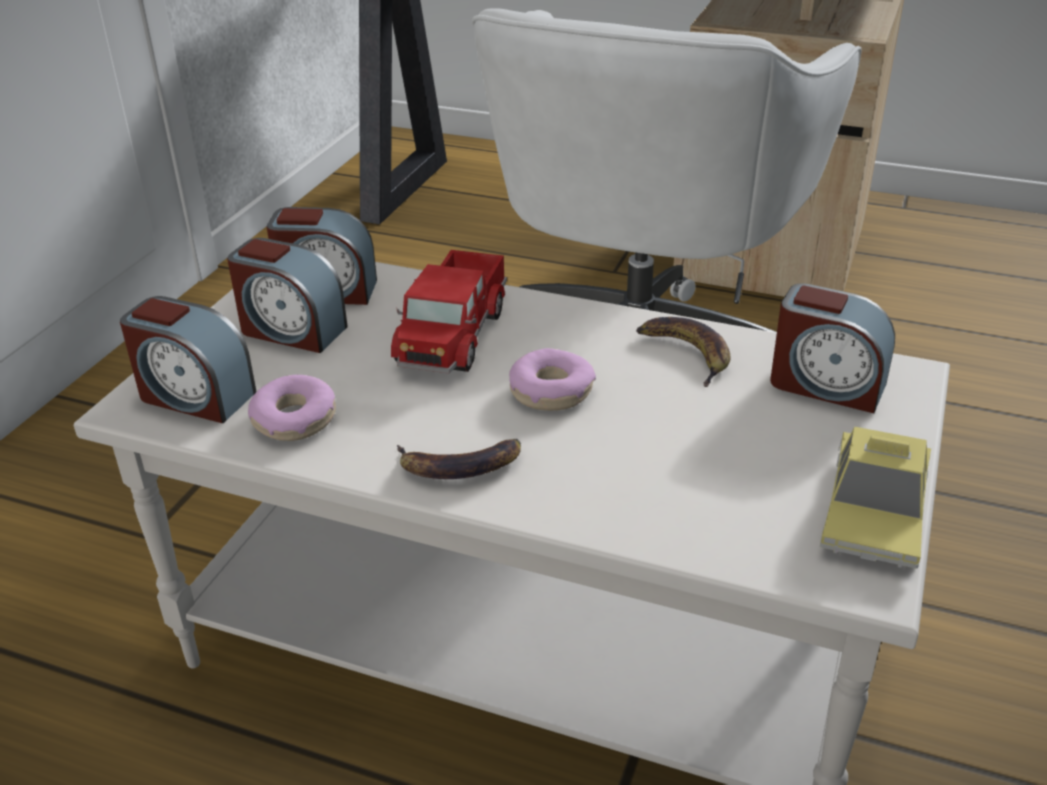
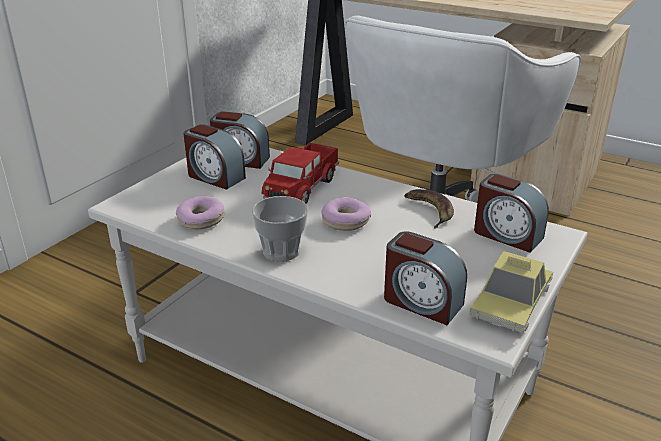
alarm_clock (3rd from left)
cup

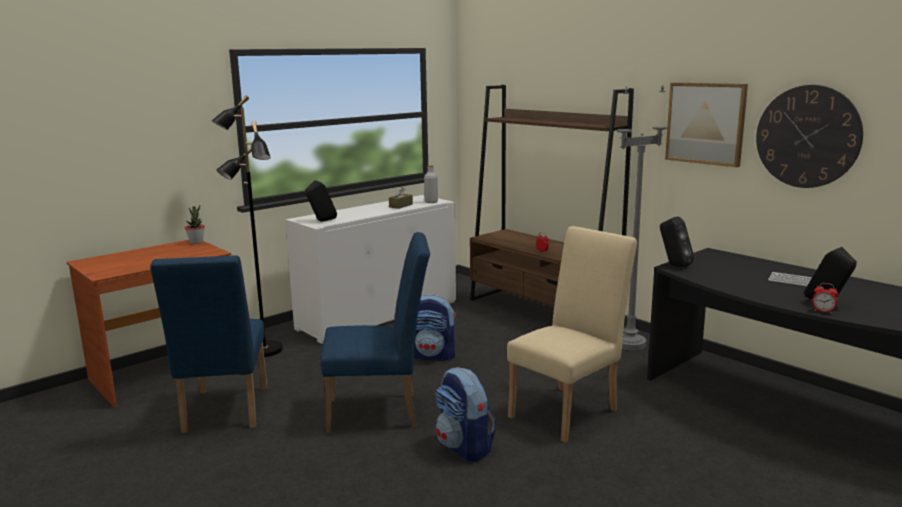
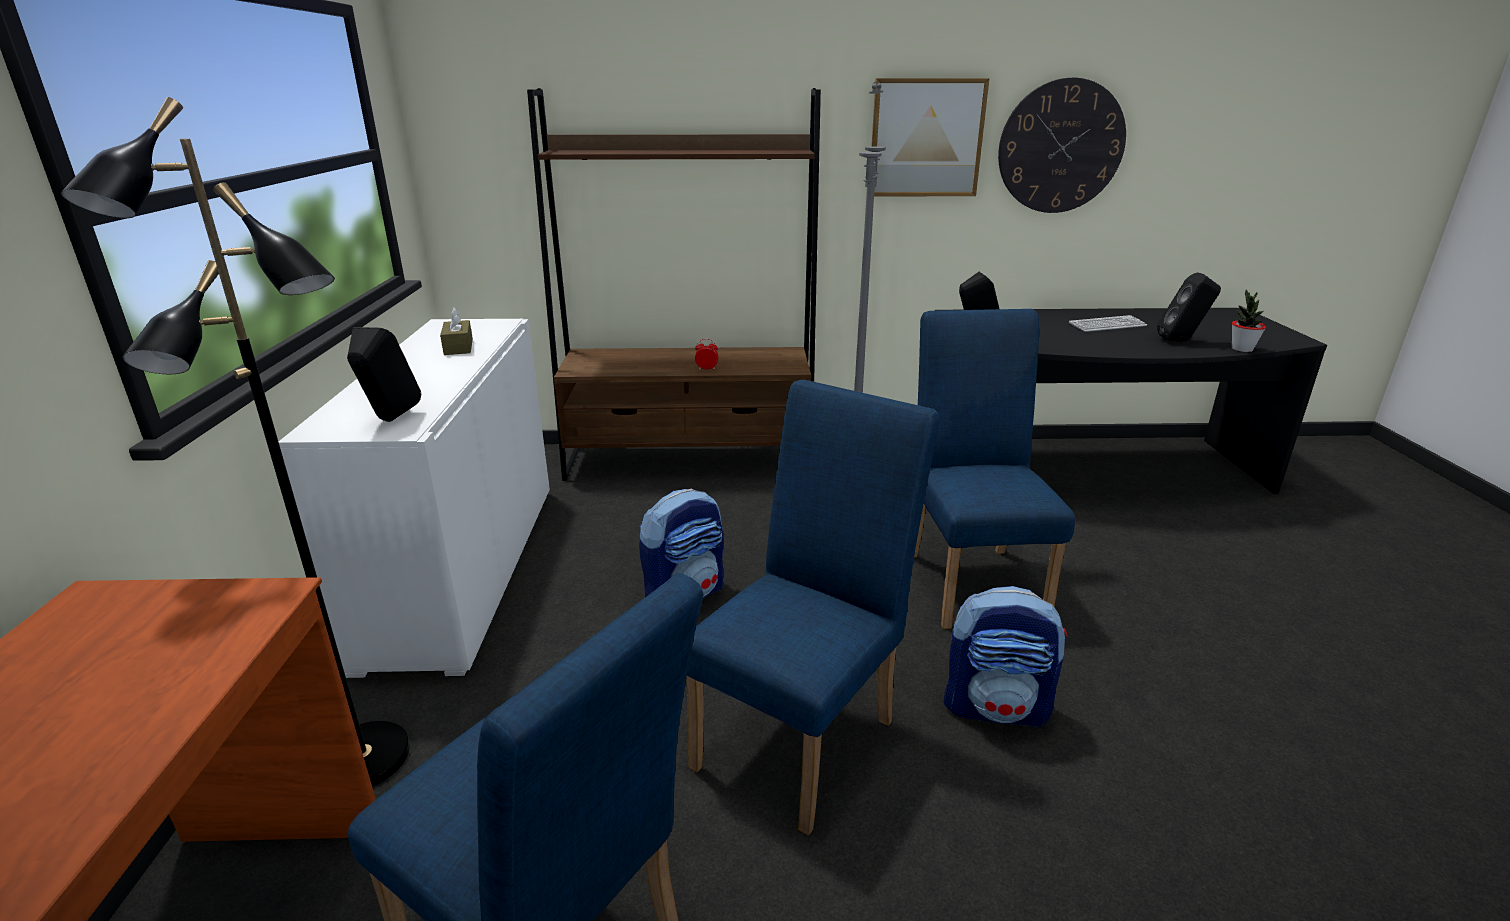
grey_bottle
alarm_clock (2nd from left in the first image)
potted_plant
blue_chair (3rd from left)

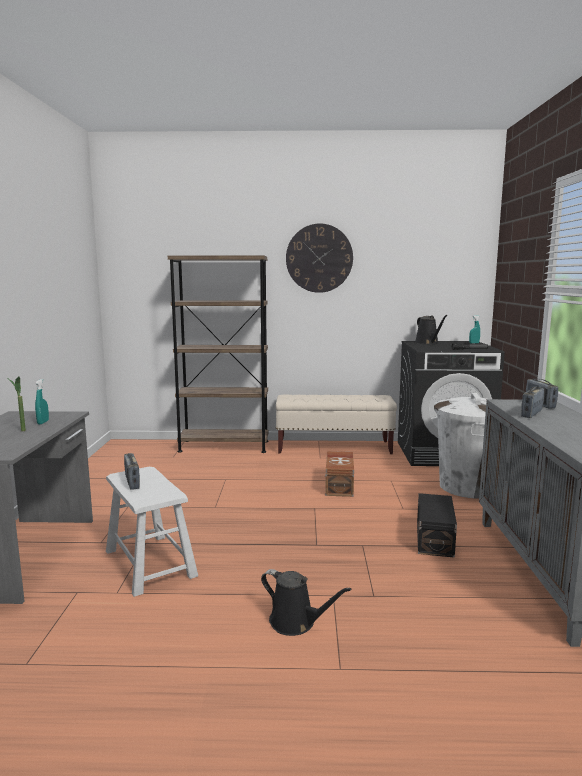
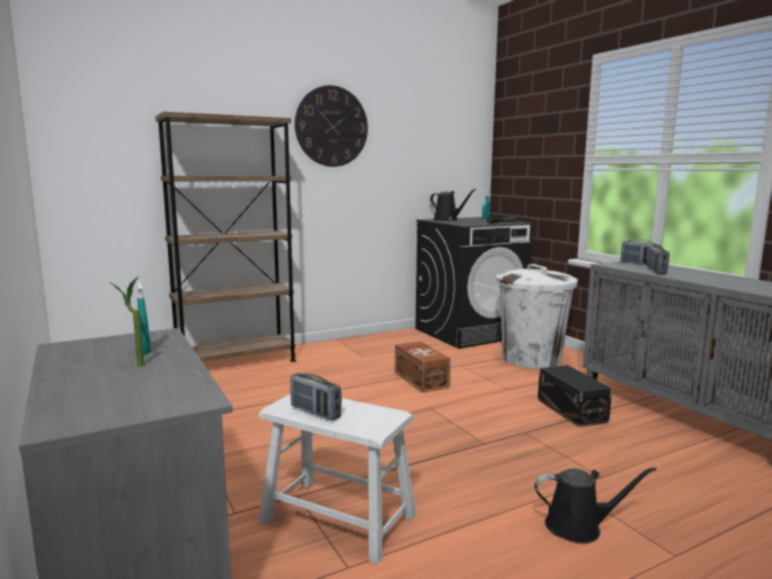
beige_bench

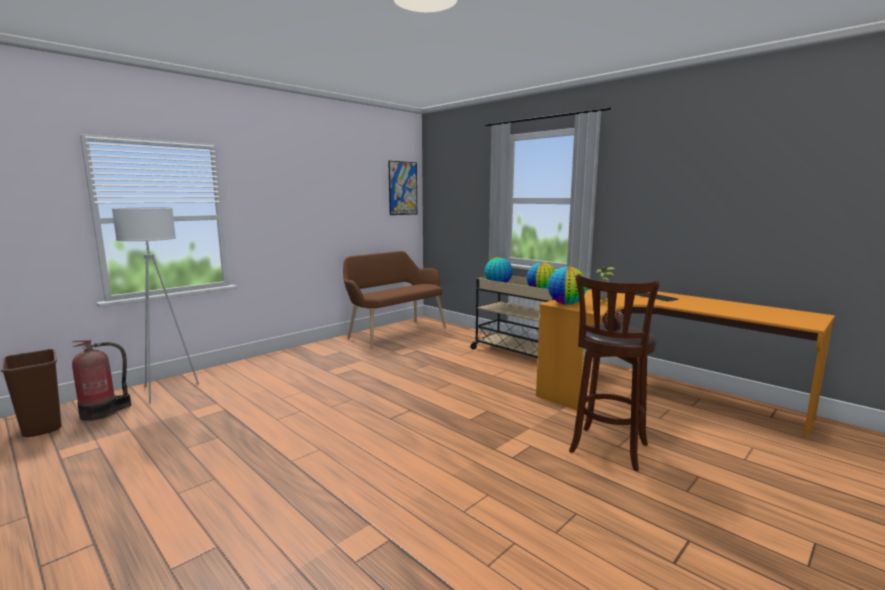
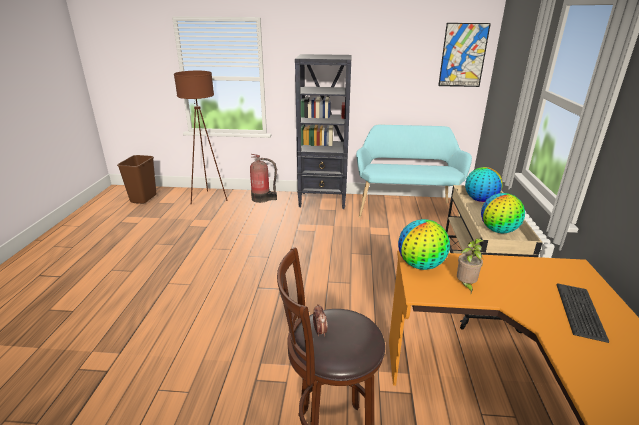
black_bookcase
fire_extinguisher
brown_floor_lamp
turquoise_bench

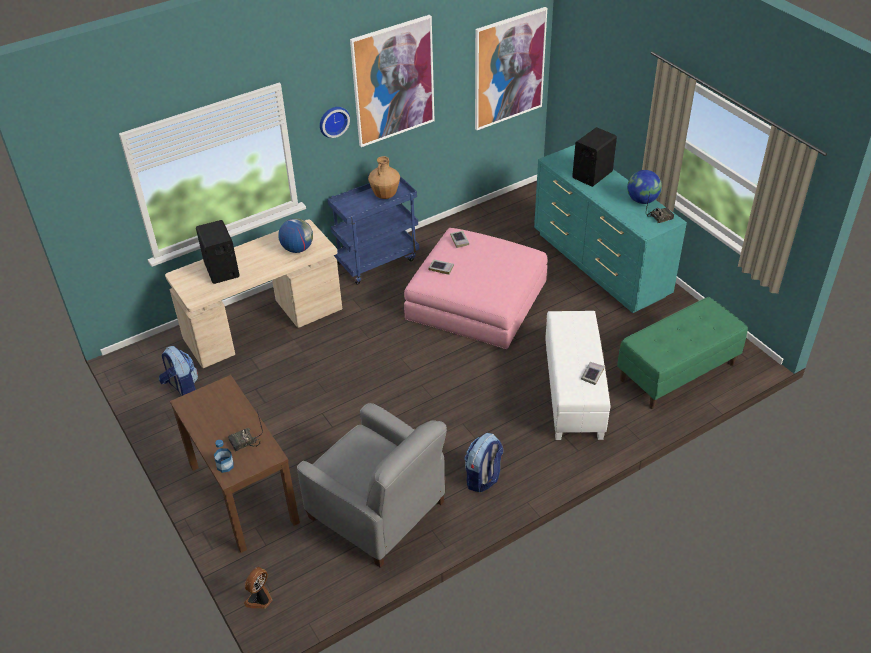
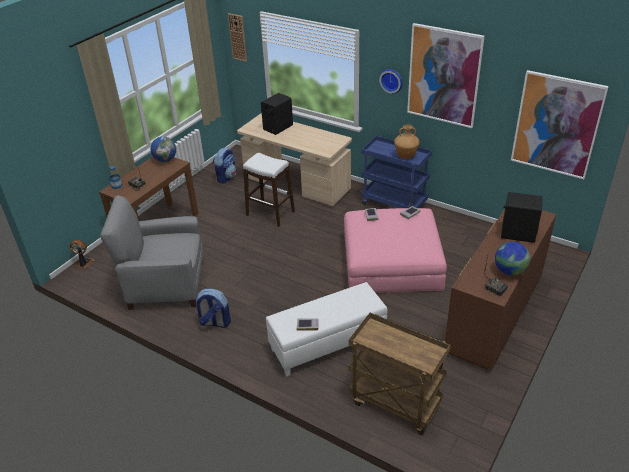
wall_clock (1st from left)
white_stool
globe (1st from left)
brown_cart
brown_dresser
grey_armchair

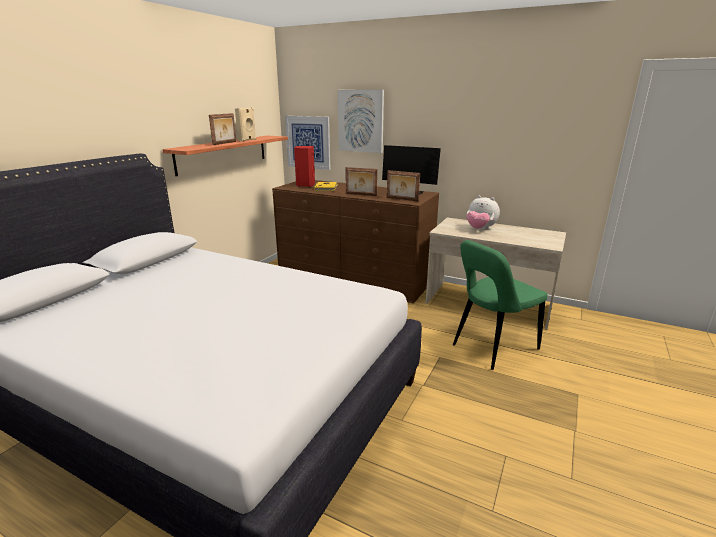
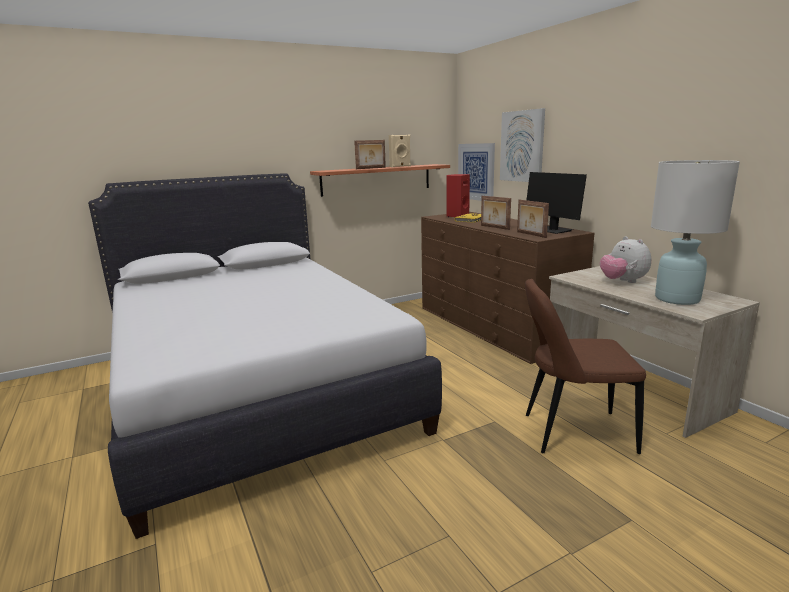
white_table_lamp
brown_chair

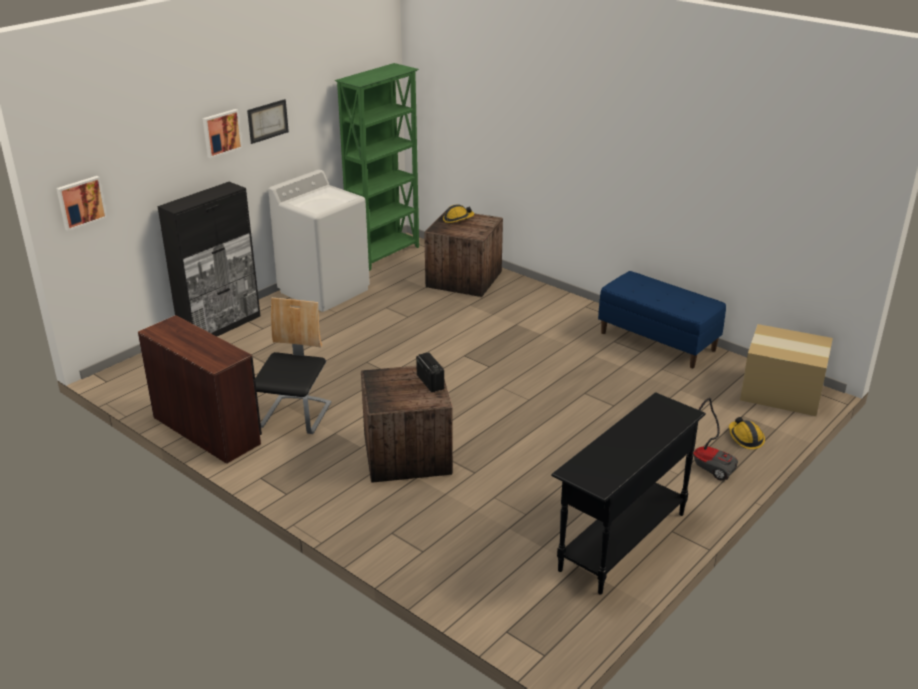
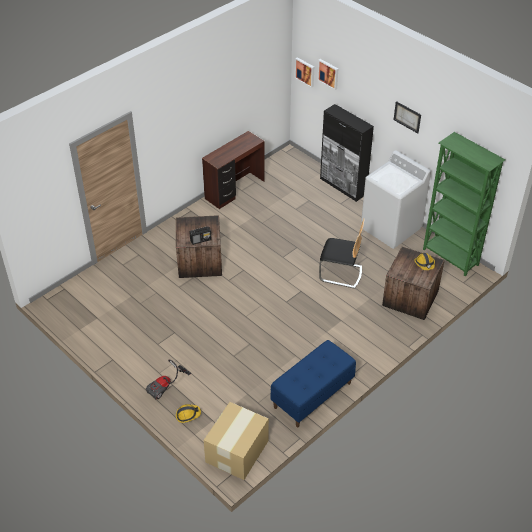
black_console_table
picture (2nd from left)
chair

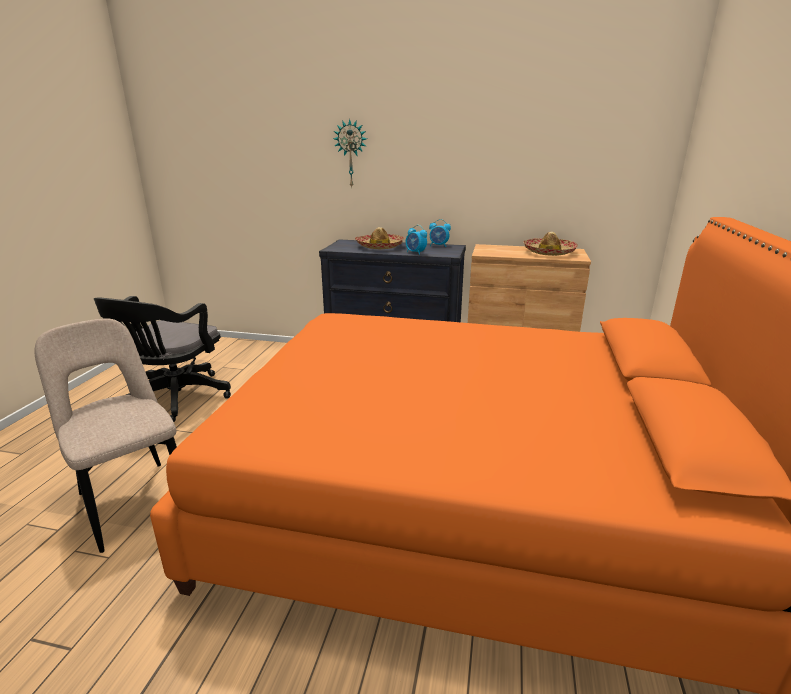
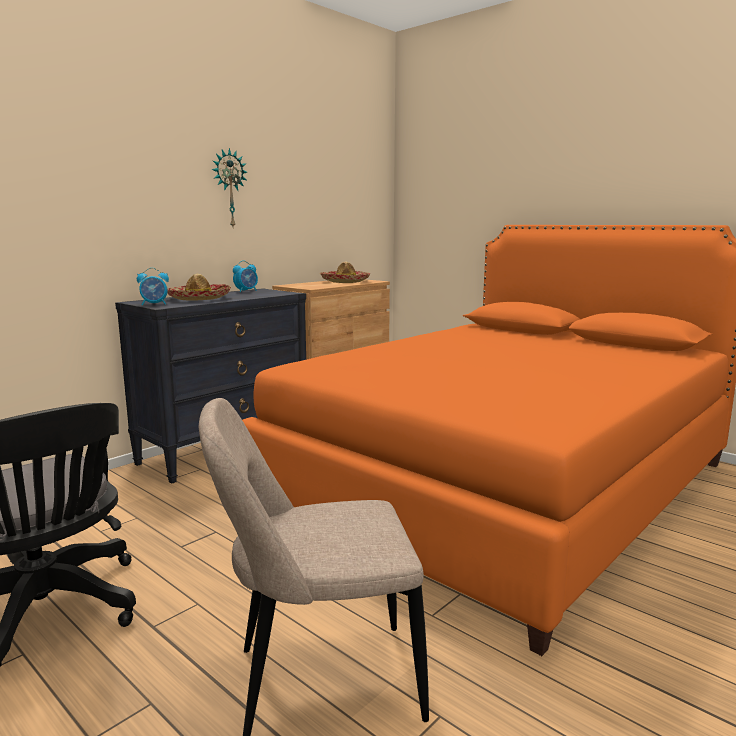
wall_clock
alarm_clock (1st from left)

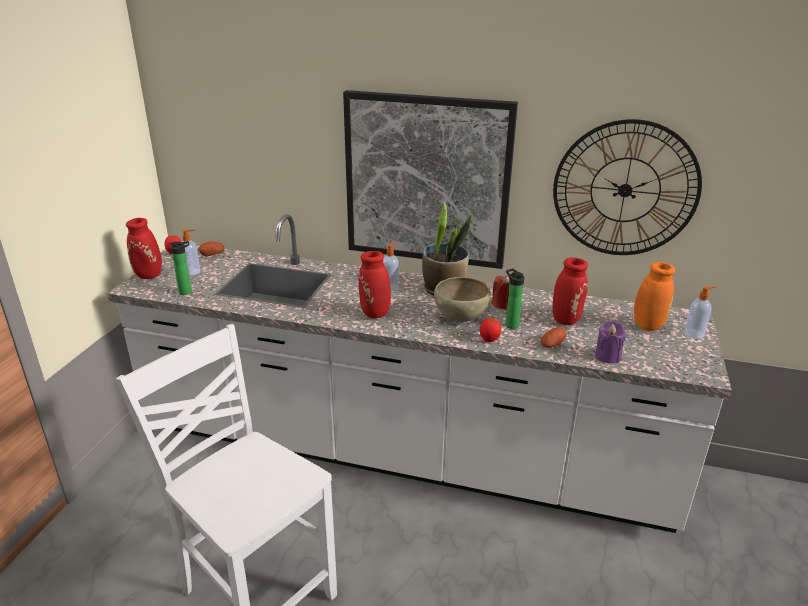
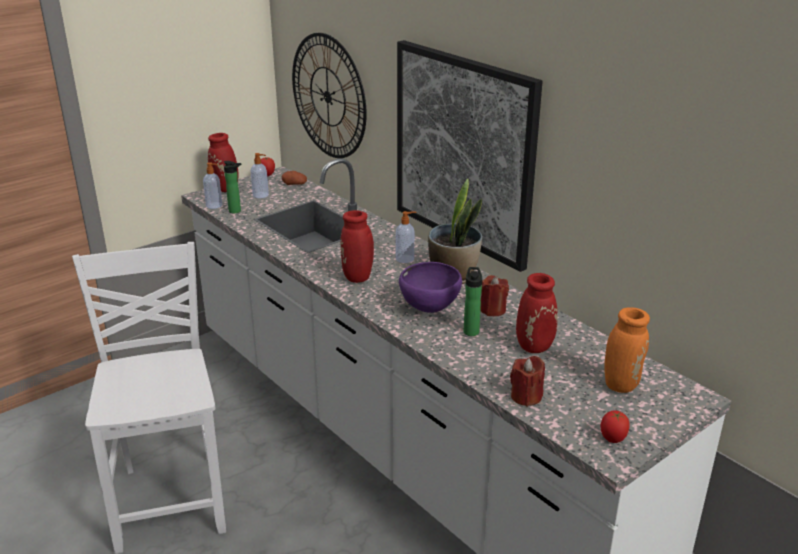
potato (2nd from left in the first image)
tomato (2nd from left)
wall_clock
soap_dispenser (1st from left)
purple_bowl
red_candle (2nd from left)

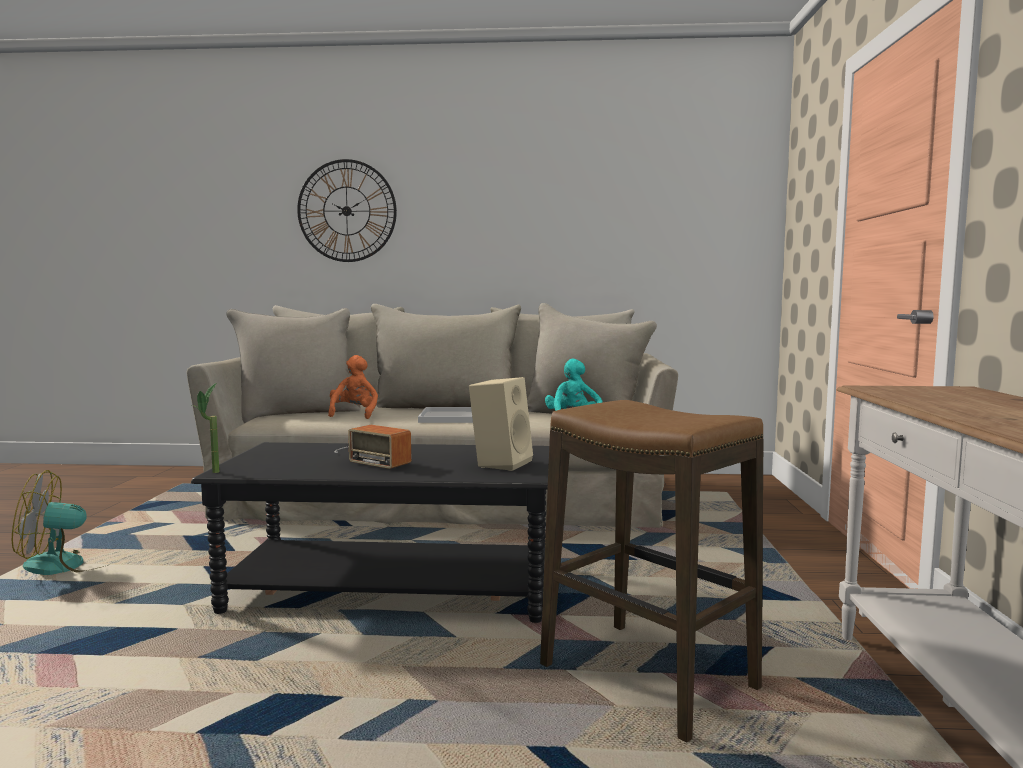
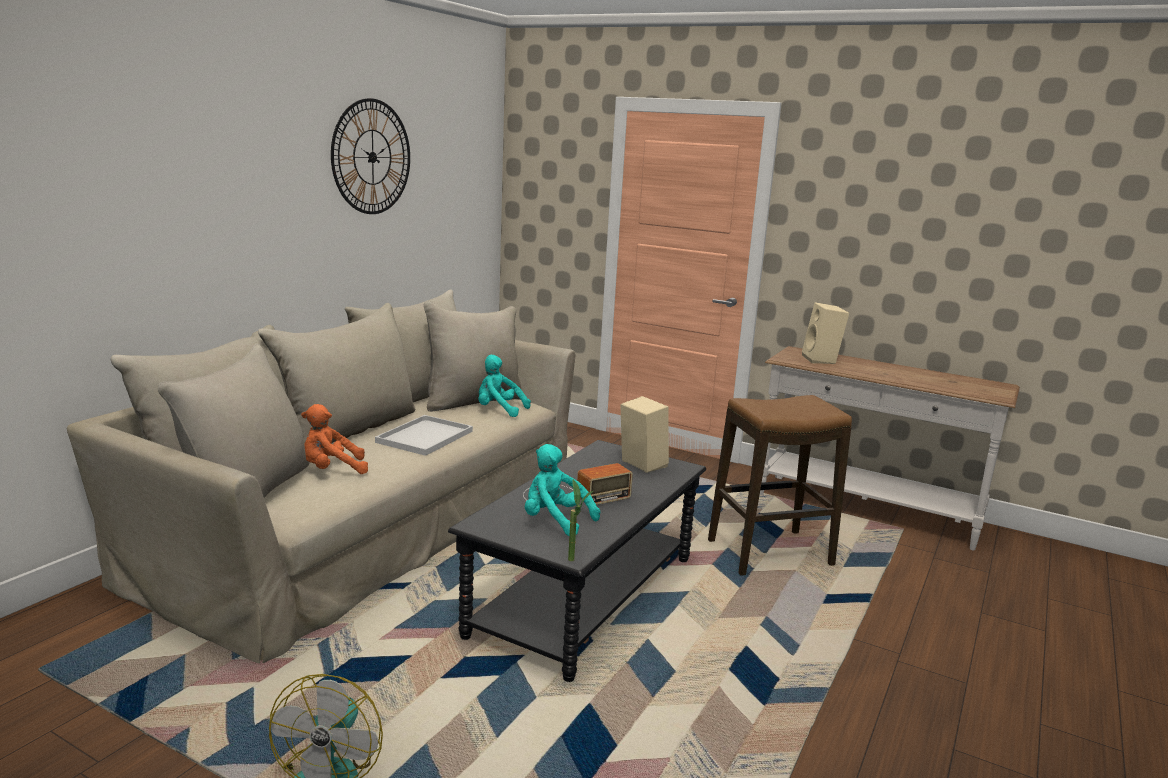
turquoise_plush_toy (2nd from left)
beige_speaker (2nd from left)
wall_clock
orange_plush_toy

